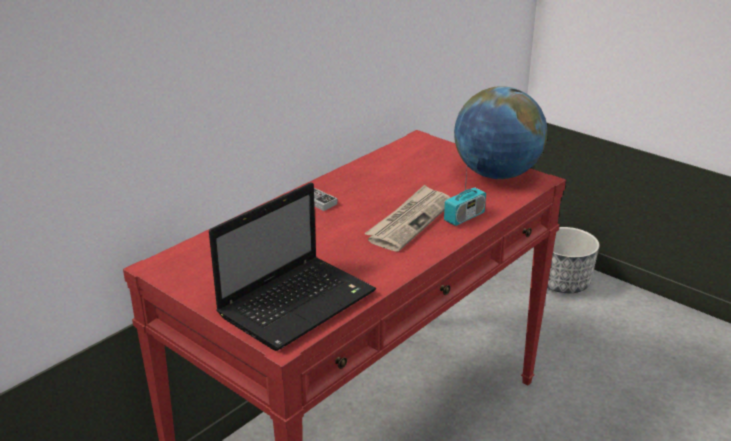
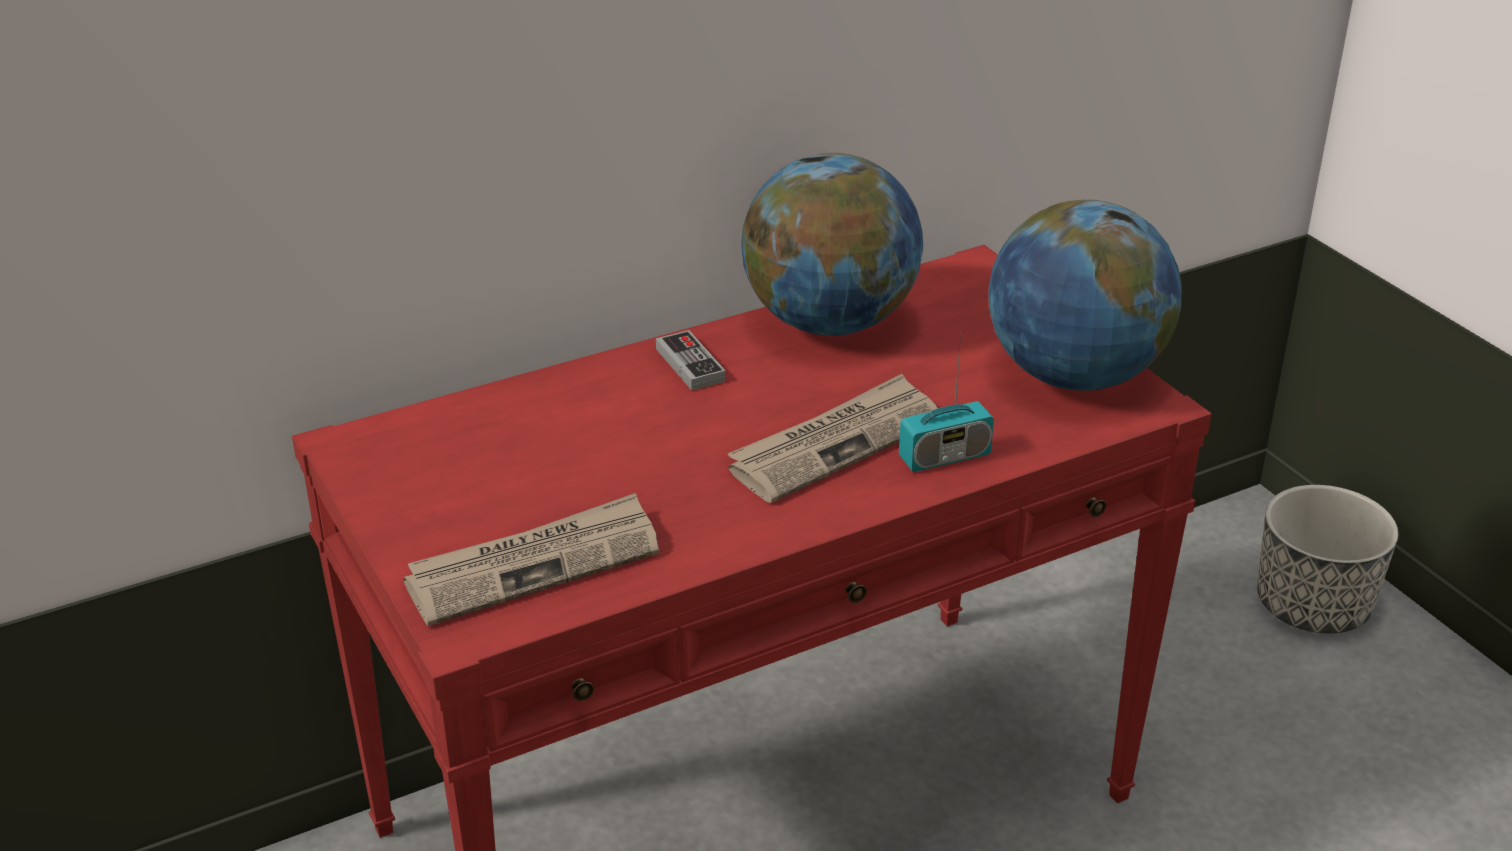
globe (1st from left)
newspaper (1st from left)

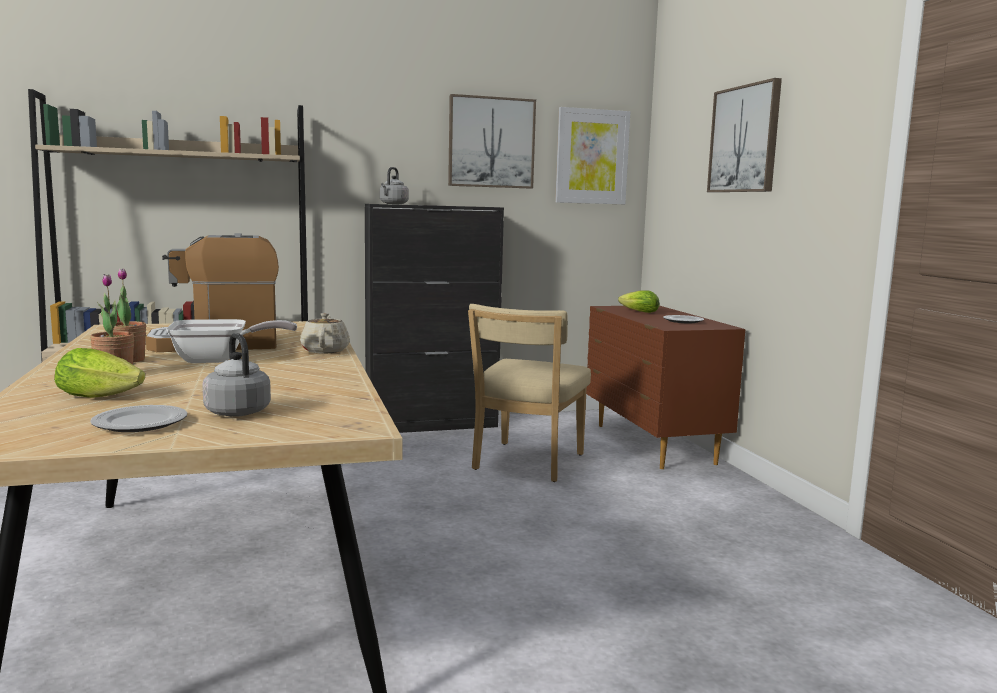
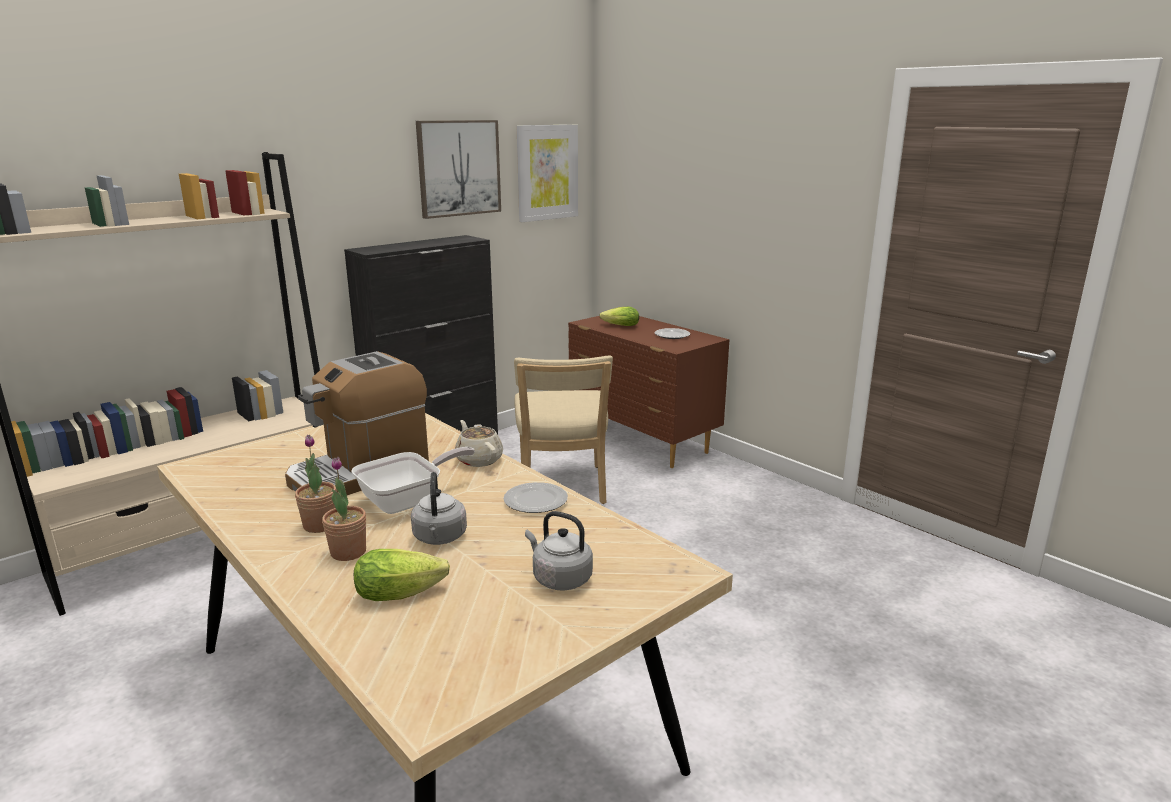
picture (3rd from left in the first image)
plate (1st from left)
grey_kettle (1st from left)

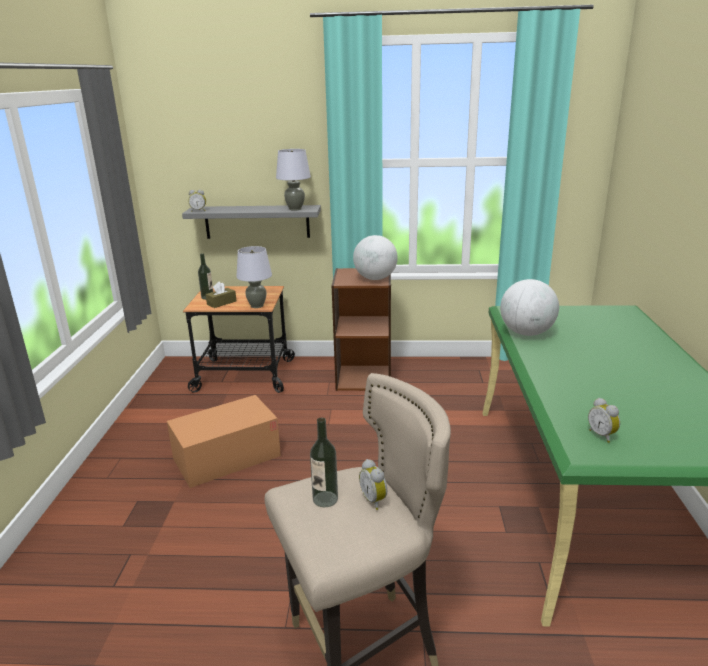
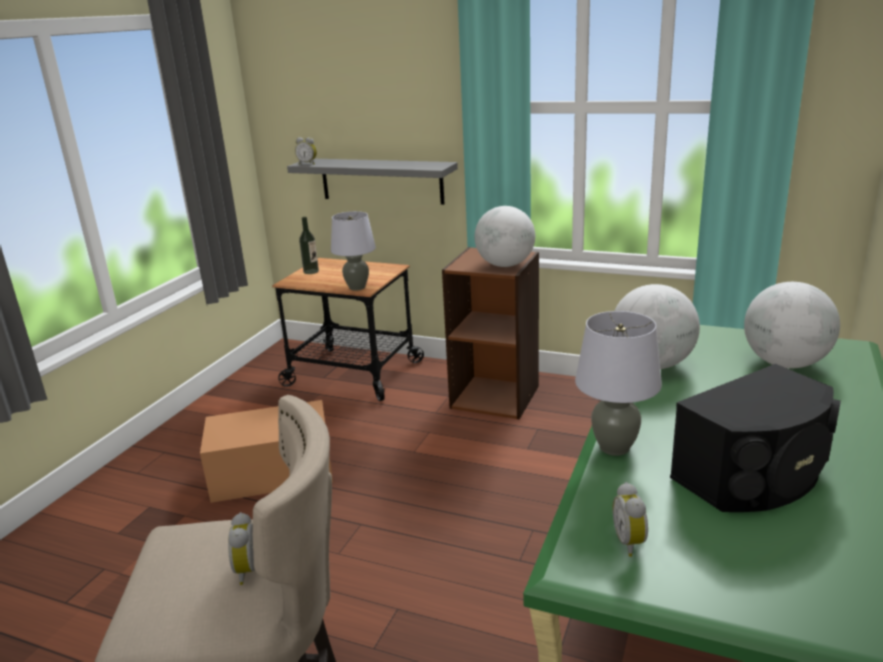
brown_tissue_box
bottle (2nd from left in the first image)
black_speaker
globe (3rd from left)
grey_table_lamp (2nd from left)

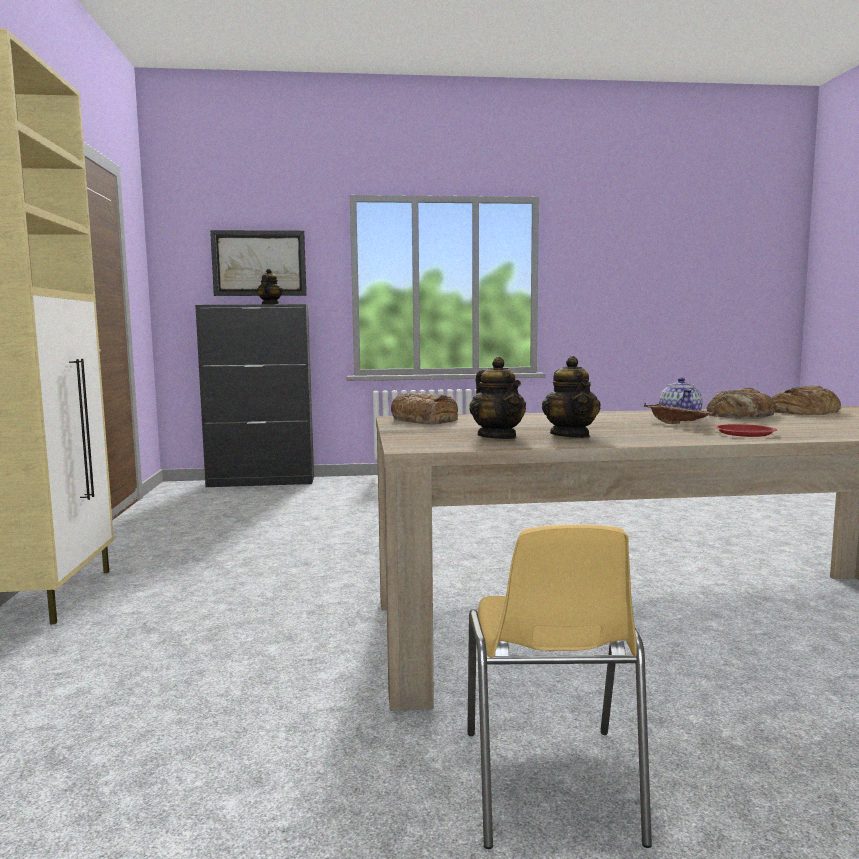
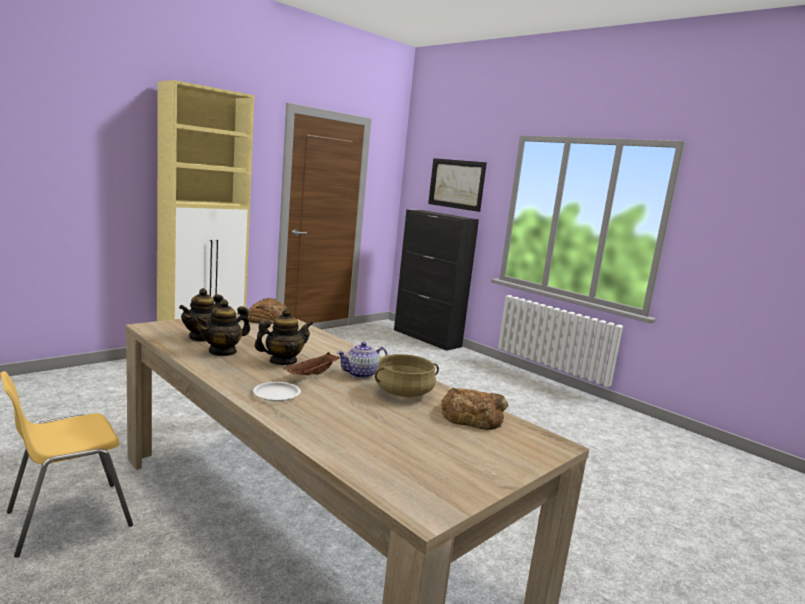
teapot (3rd from left)
beige_cooking_pot
white_plate

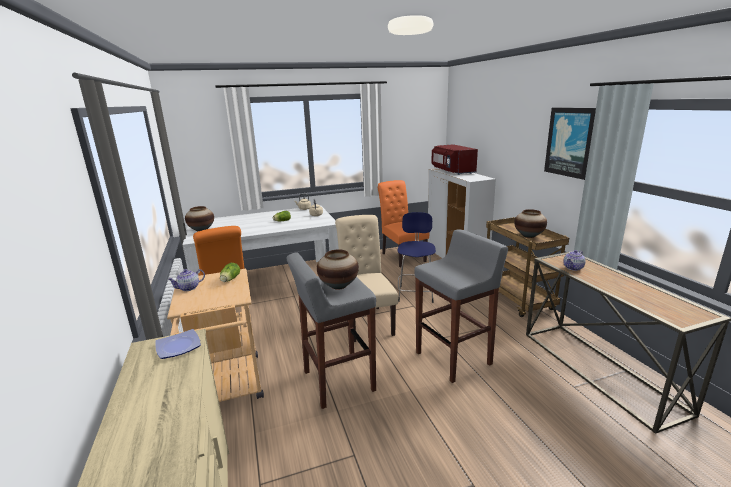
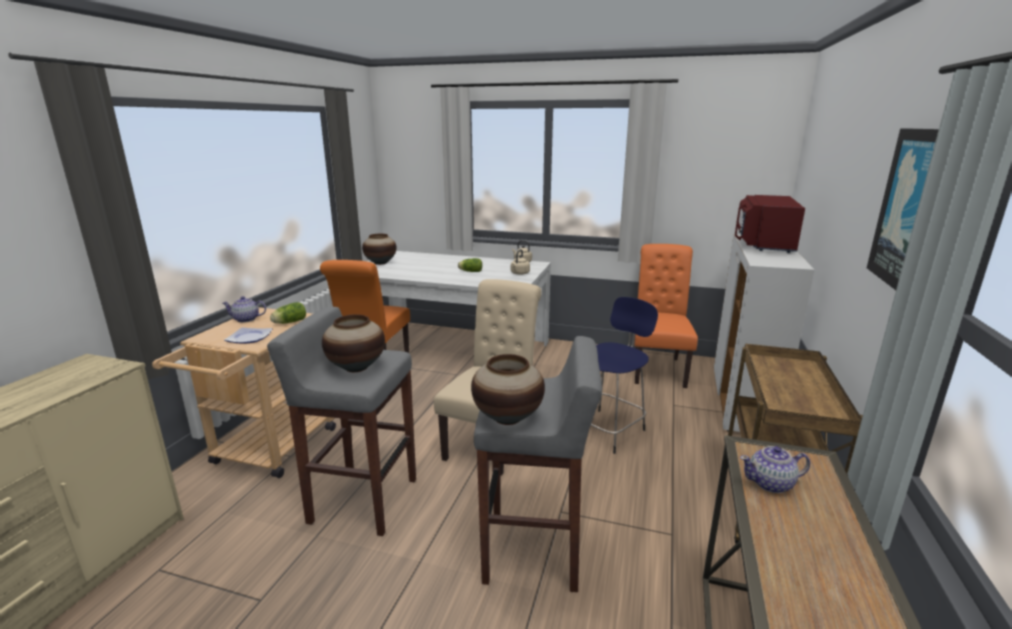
plate
vase (3rd from left)

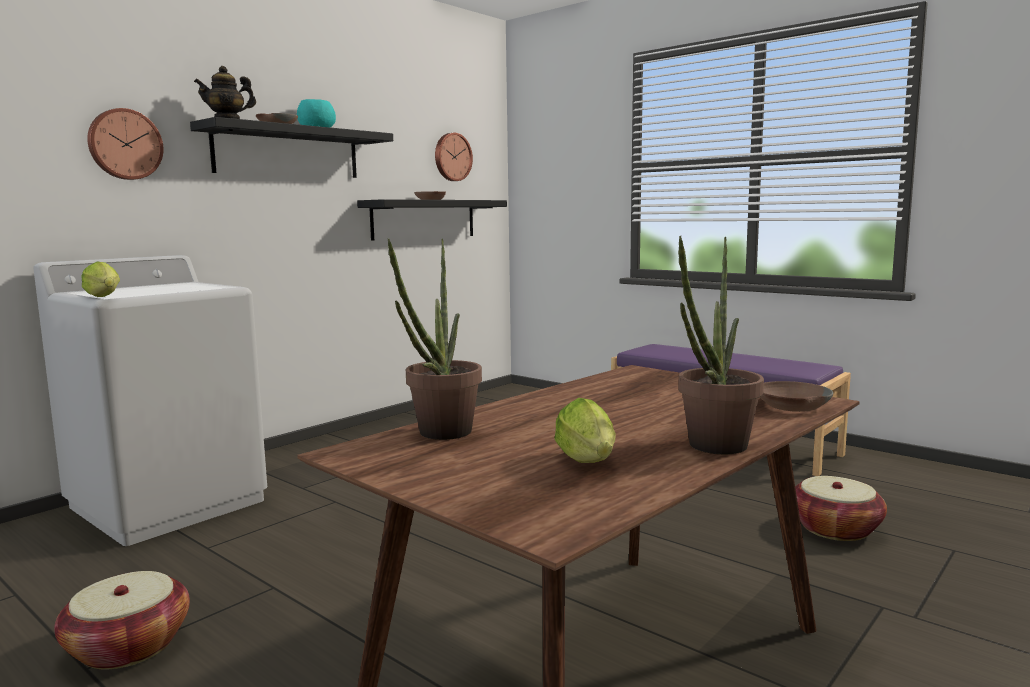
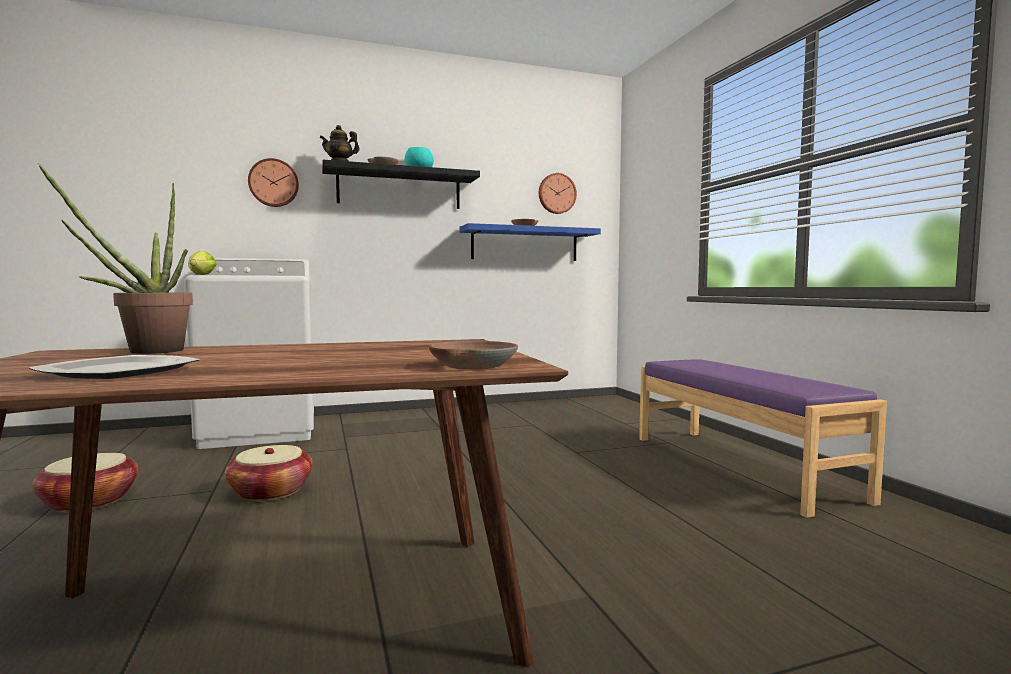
potted_plant (2nd from left in the first image)
basket (2nd from left)
plate
blue_shelf

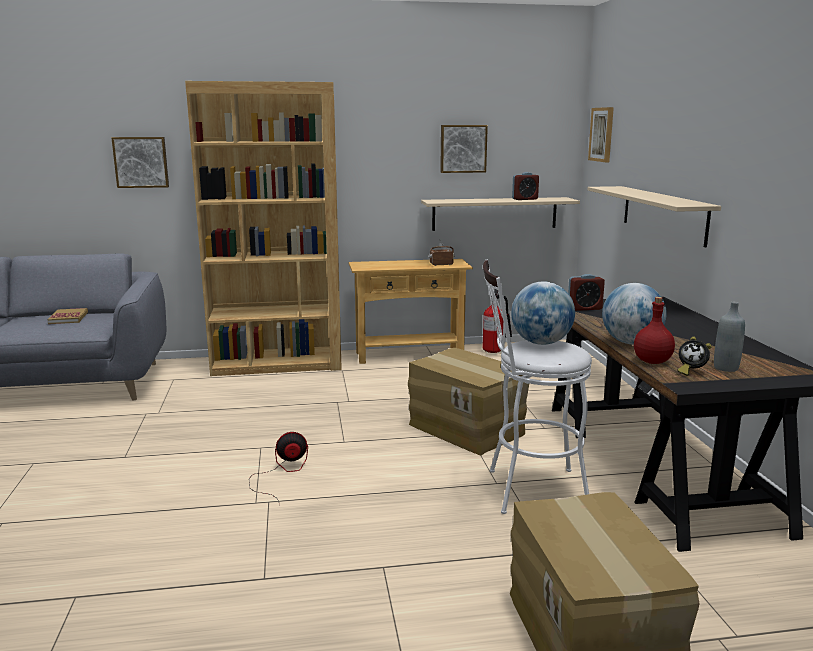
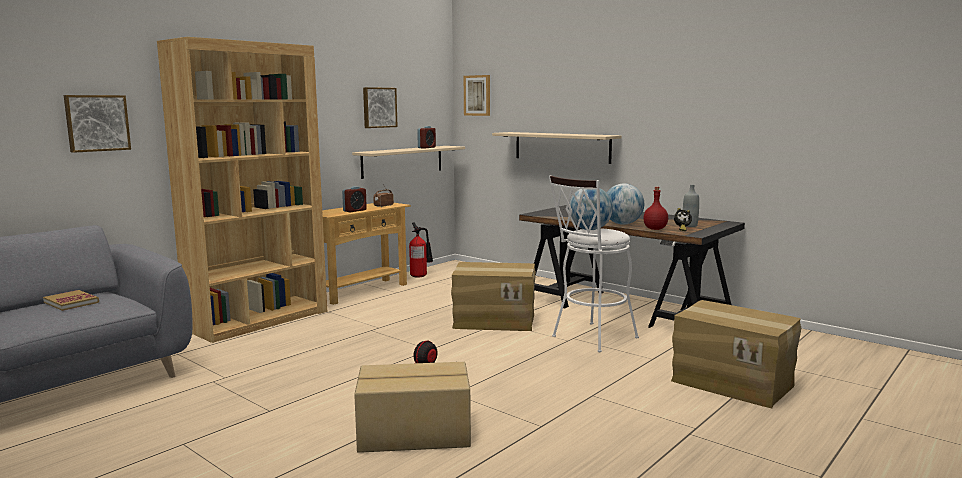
cardboard_box (1st from left)
alarm_clock (1st from left)

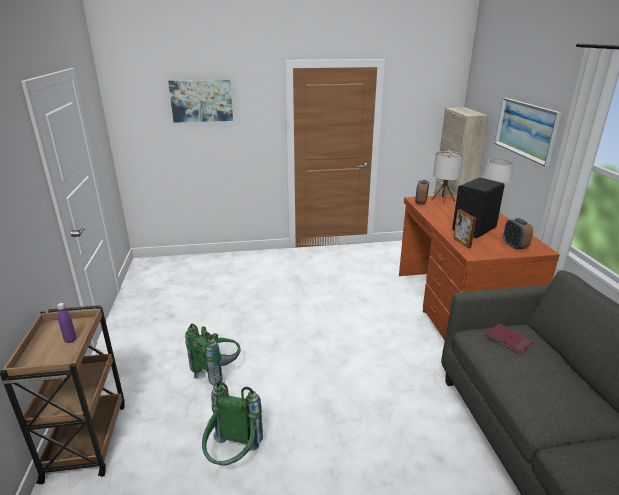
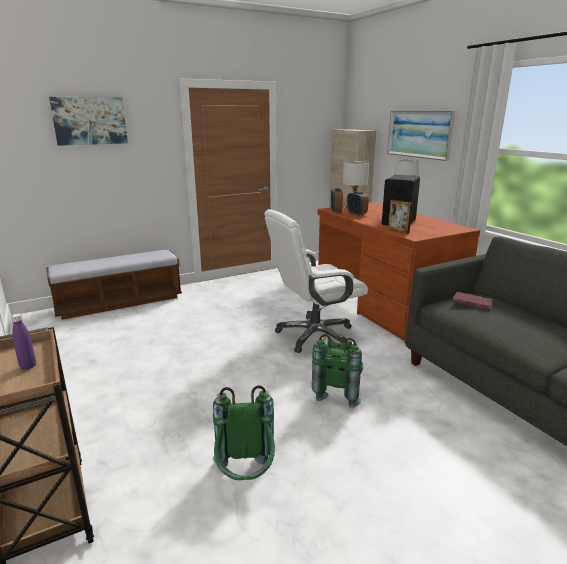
bench
white_office_chair
green_backpack (2nd from left)
alarm_clock (2nd from left)

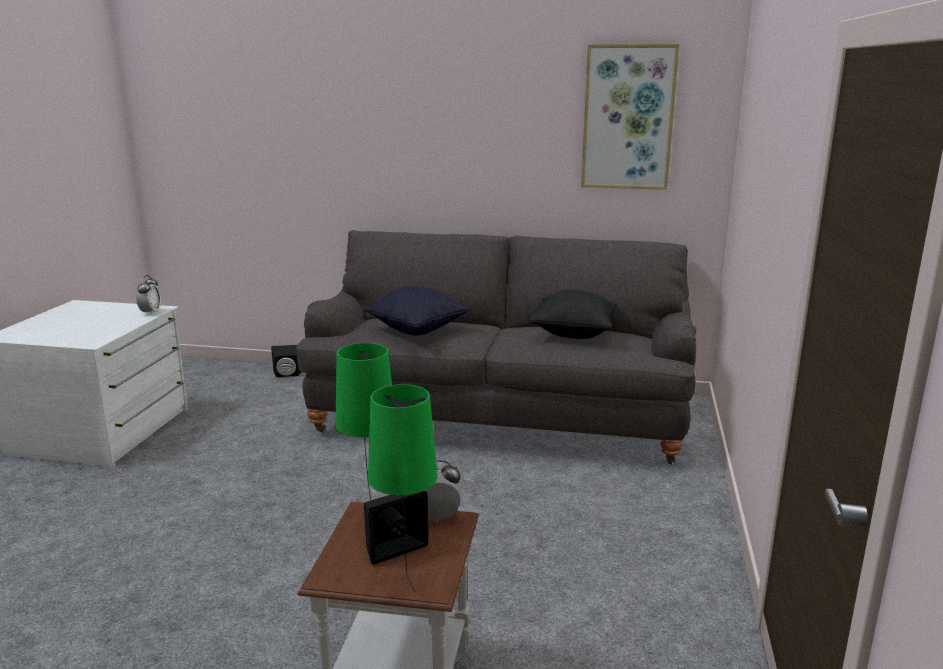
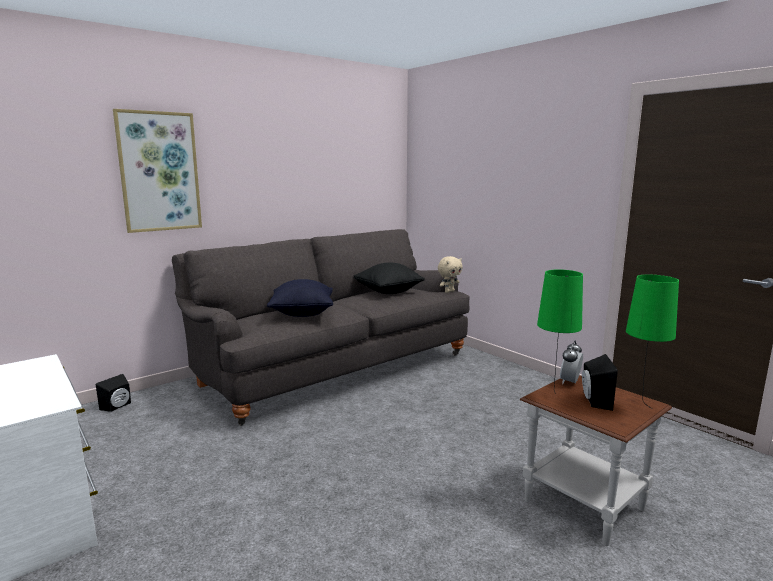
alarm_clock (1st from left in the first image)
beige_plush_toy
picture

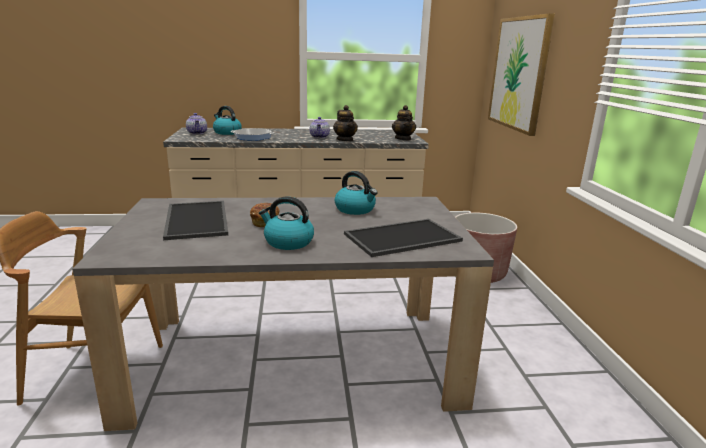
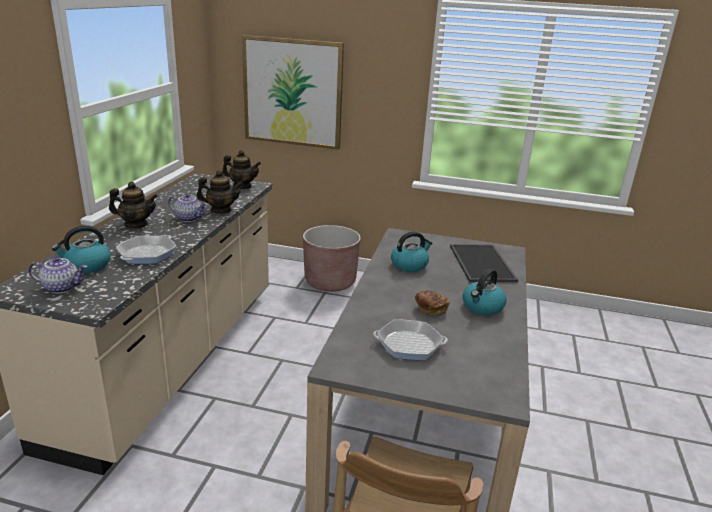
teapot (2nd from left)
frying_pan (2nd from left)

